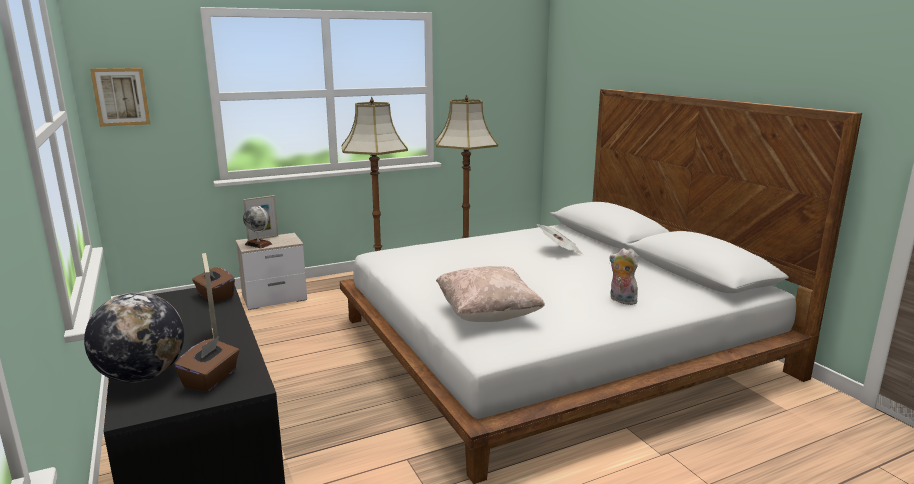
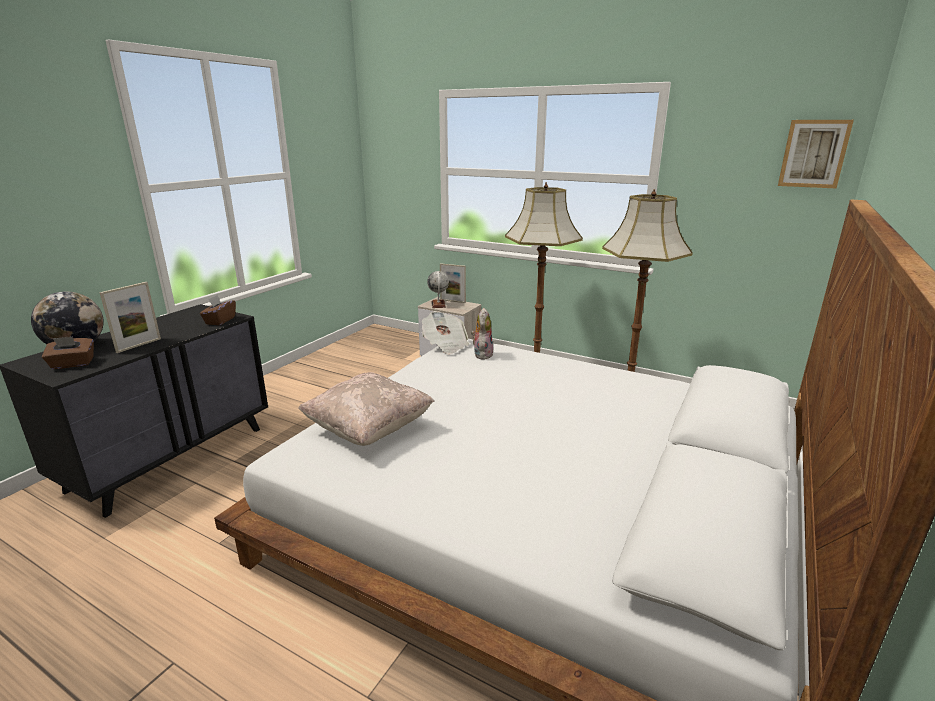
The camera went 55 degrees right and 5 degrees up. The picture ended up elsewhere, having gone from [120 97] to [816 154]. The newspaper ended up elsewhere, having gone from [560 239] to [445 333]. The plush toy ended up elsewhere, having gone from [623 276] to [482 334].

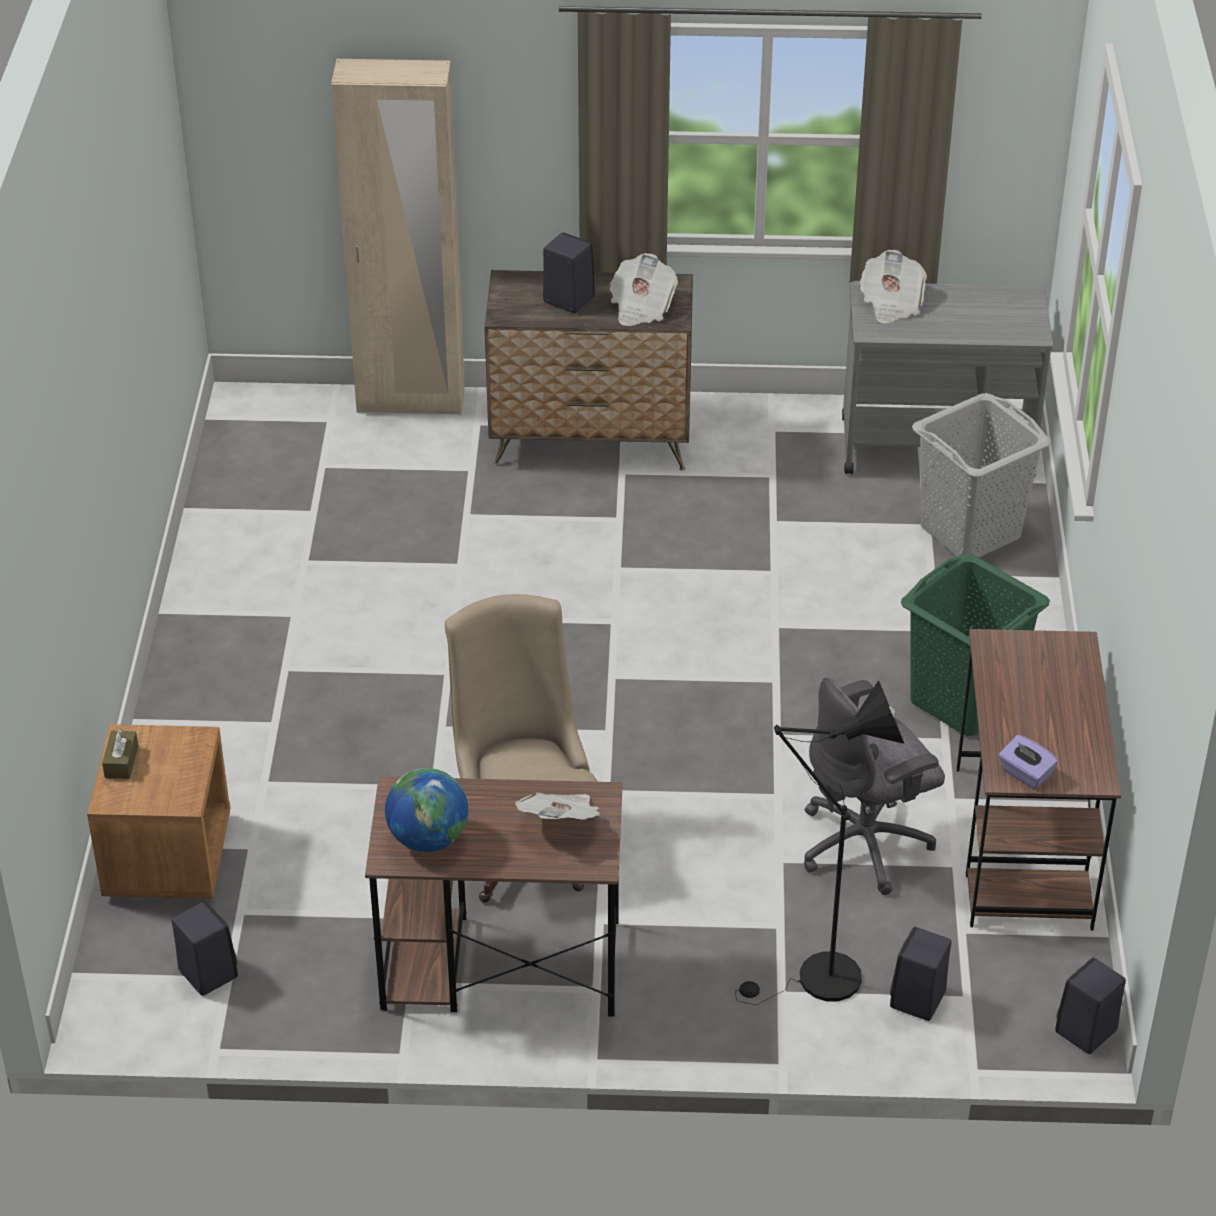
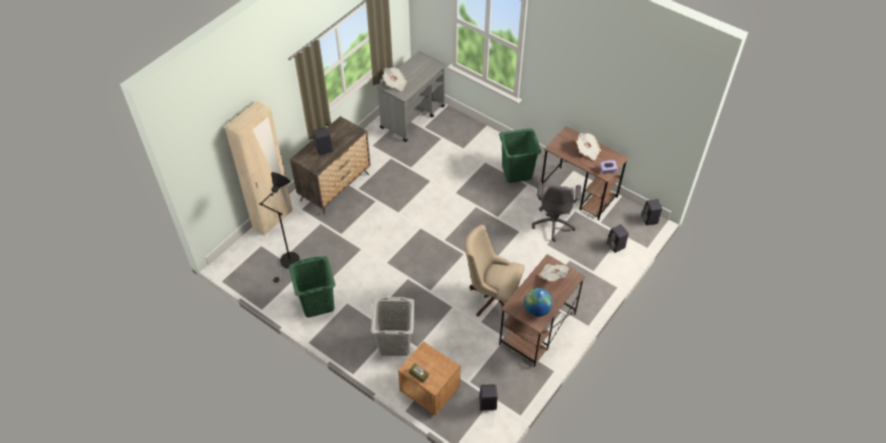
The camera went 55 degrees left and 10 degrees up. The newspaper ended up elsewhere, having gone from [643 289] to [588 146]. The grey laundry basket ended up elsewhere, having gone from [981 475] to [393 326]. The black floor lamp ended up elsewhere, having gone from [819 842] to [279 228]. The second view gained the green laundry basket at [312 287].

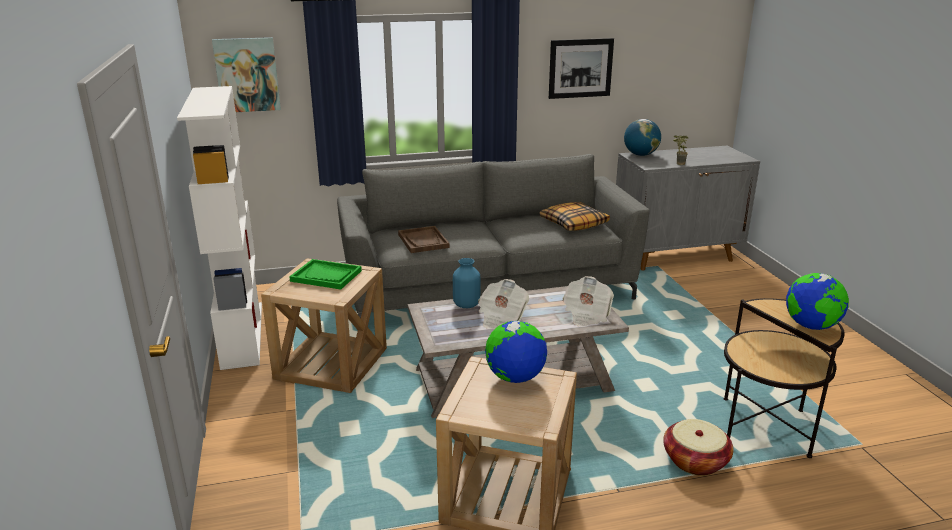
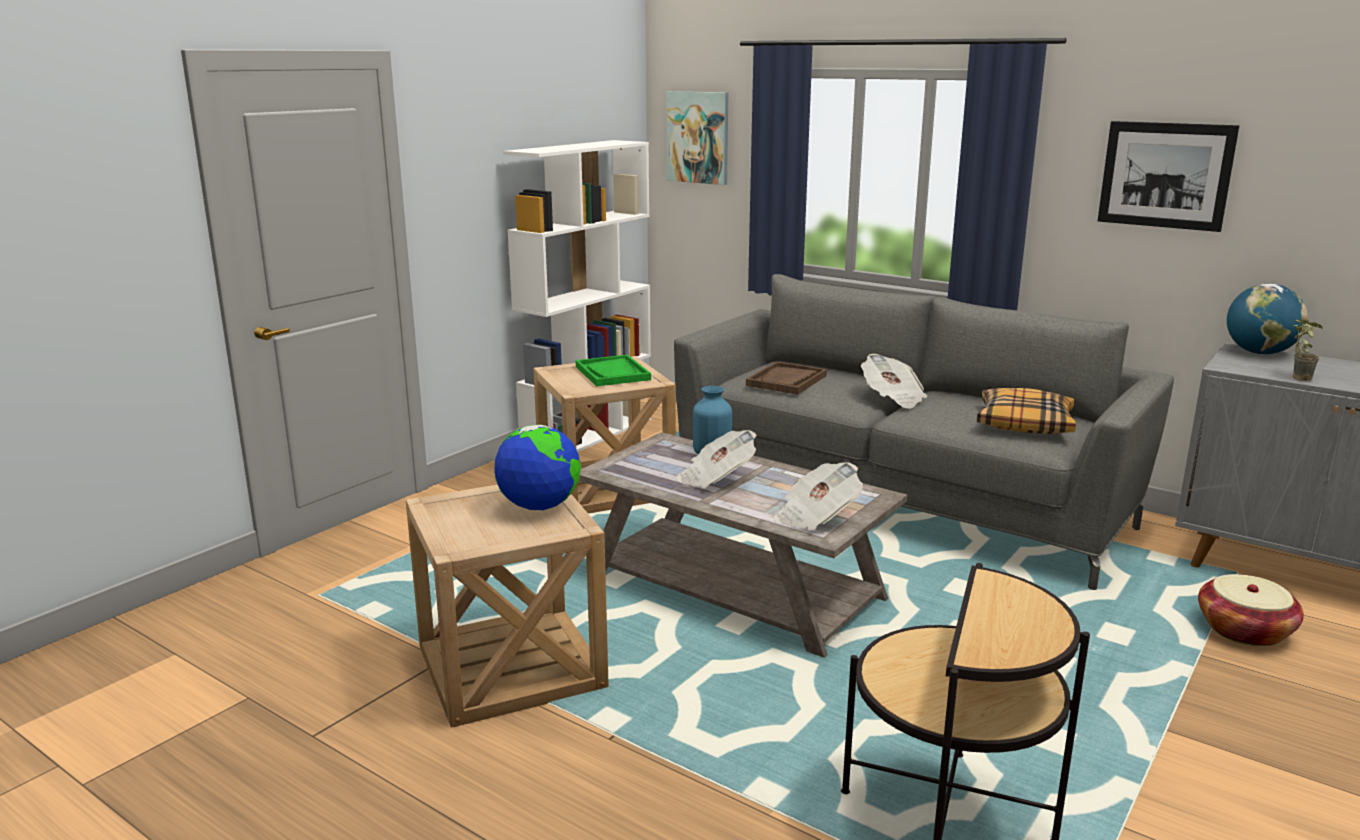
The camera went 50 degrees right and 5 degrees down. The second view lost the globe at [817 301]. The basket ended up elsewhere, having gone from [698 447] to [1251 610]. The second view gained the newspaper at [894 381].

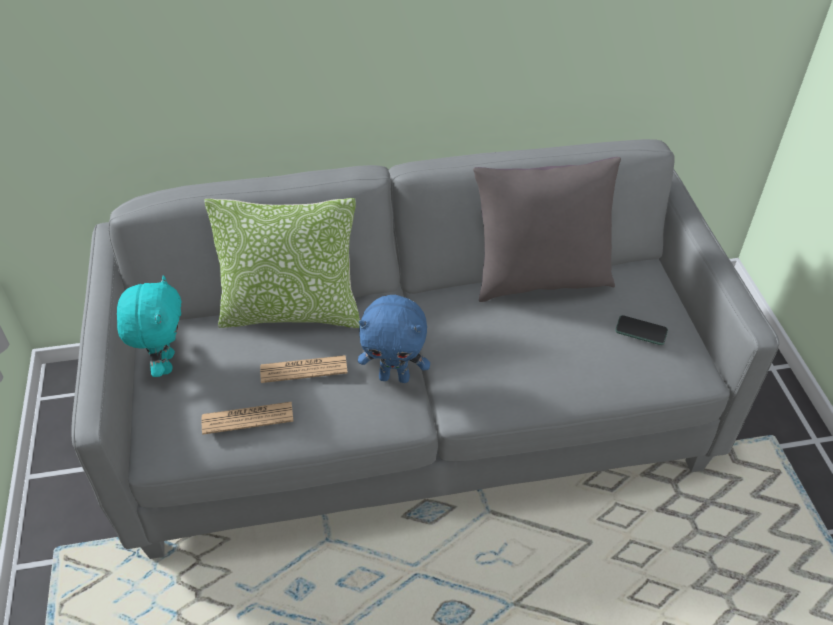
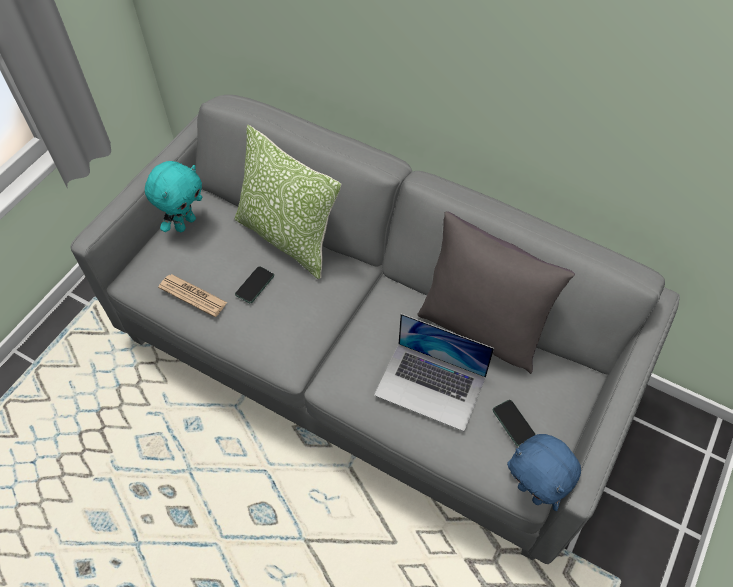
The camera went 40 degrees right and 10 degrees up. The blue plush toy ended up elsewhere, having gone from [394 339] to [544 472]. Where the newspaper stood at [304 369], the phone came to stand at [254 284]. The second view gained the laptop at [434 372].

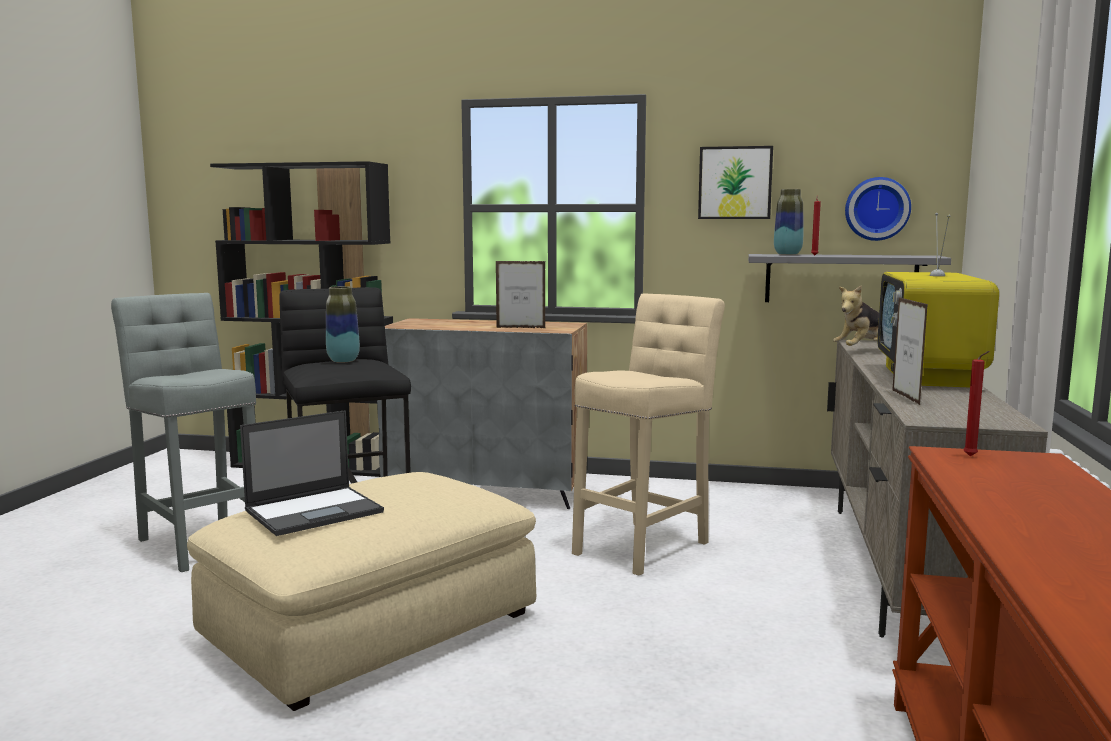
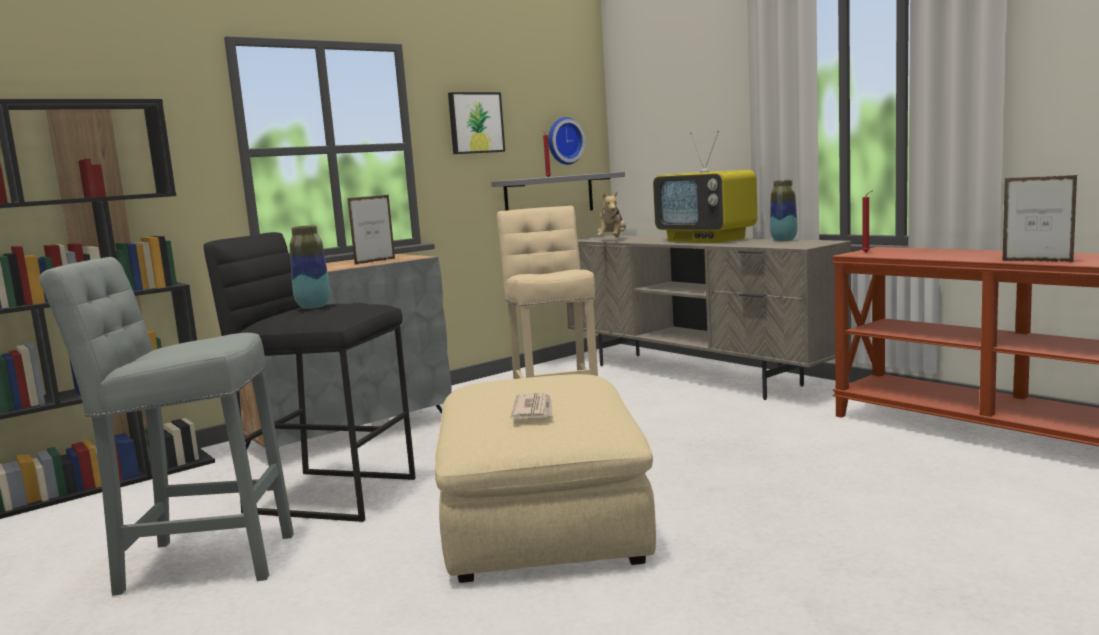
The camera went 50 degrees left and 0 degrees up. The vase ended up elsewhere, having gone from [788 222] to [784 210]. The picture frame ended up elsewhere, having gone from [910 351] to [1040 218]. Where the laptop stood at [312 473], the newspaper came to stand at [532 406].

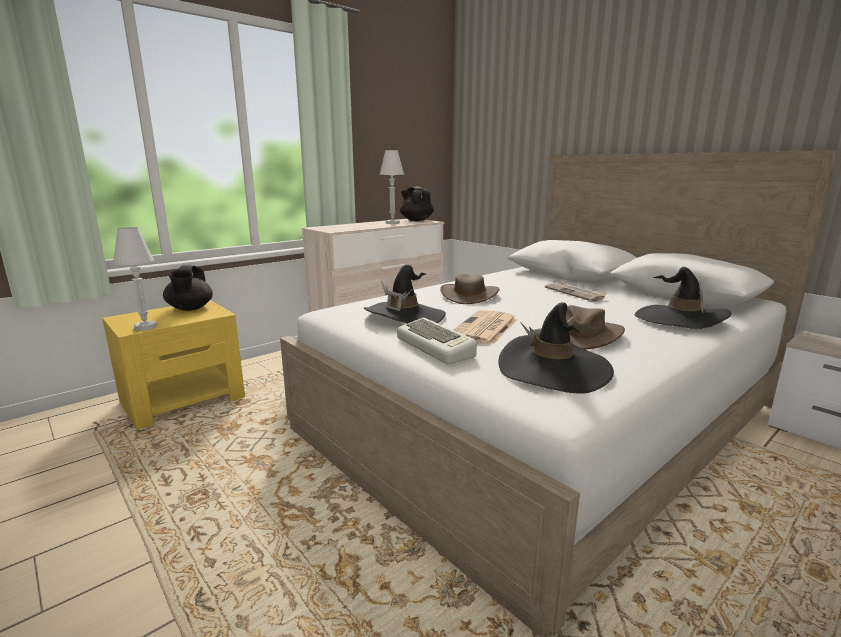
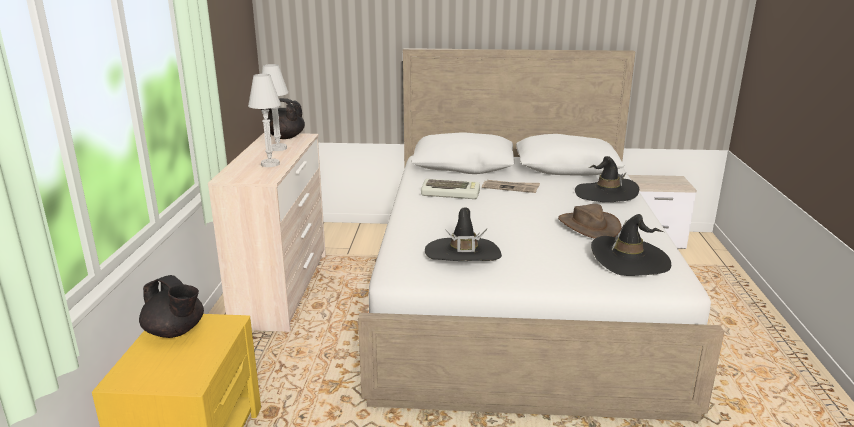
The camera went 45 degrees left and 5 degrees up. The white table lamp ended up elsewhere, having gone from [135 279] to [264 120]. The second view lost the brown hat at [469 289]. The second view lost the newspaper at [485 327]. The keyboard ended up elsewhere, having gone from [437 341] to [450 189].

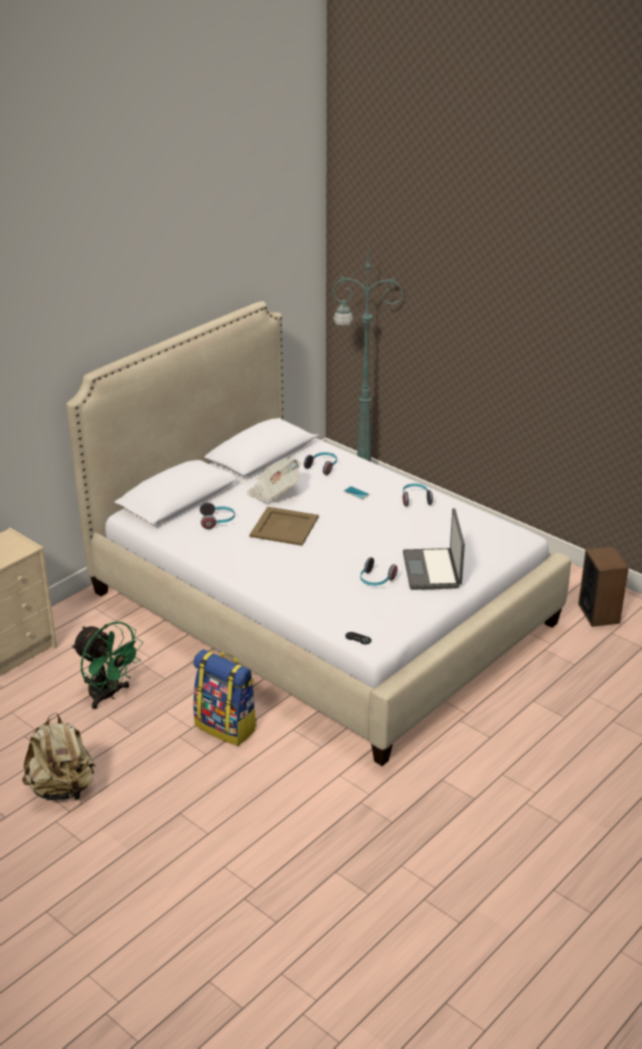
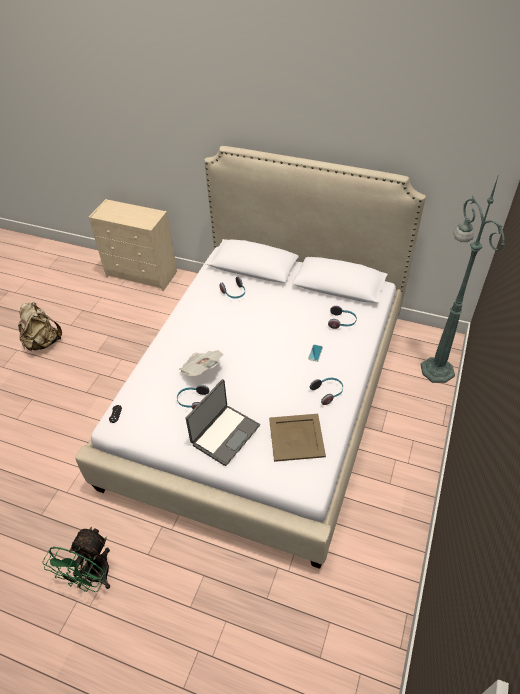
The camera went 70 degrees right and 15 degrees up. The newspaper ended up elsewhere, having gone from [274 480] to [201 363]. The beige tray ended up elsewhere, having gone from [284 526] to [297 438]. The laptop at [434 549] ended up facing another way, 150 degrees clockwise from before. The second view lost the speaker at [603 586]. The green fan ended up elsewhere, having gone from [107 665] to [76 559]. The second view lost the backpack at [225 697].

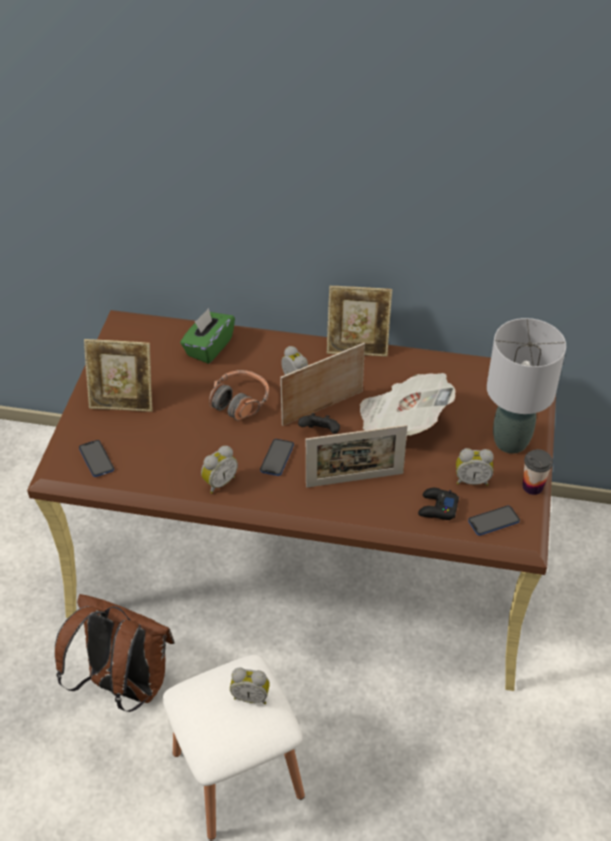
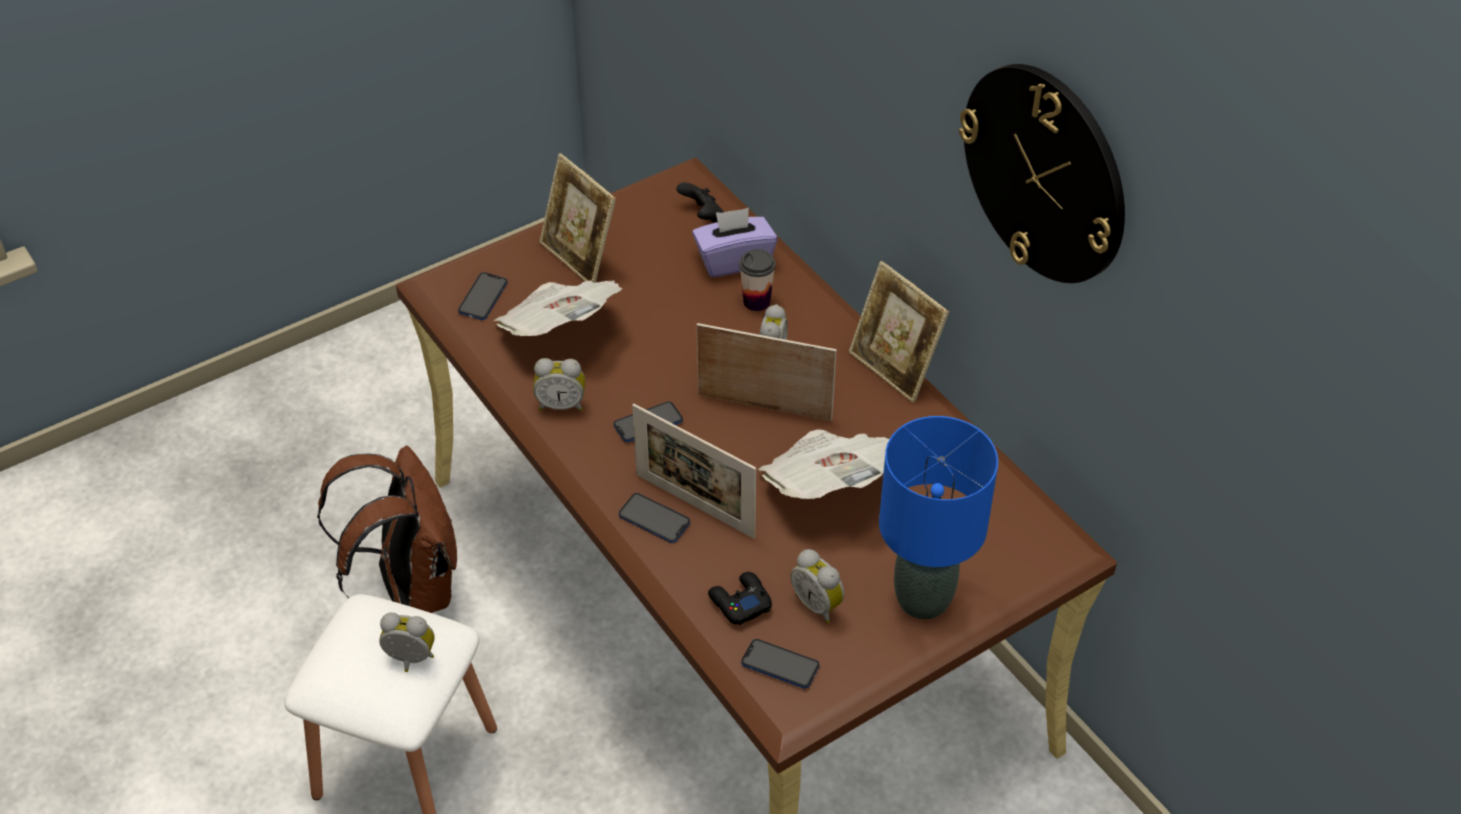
The camera went 45 degrees right and 0 degrees up. What was the green tissue box at [207 336] turned into the purple tissue box at [734 242]. What was the grey table lamp at [526 386] turned into the blue table lamp at [938 517]. The second view lost the headphones at [239 395]. The black game controller ended up elsewhere, having gone from [319 423] to [699 202]. The cup ended up elsewhere, having gone from [538 472] to [757 280]. The alarm clock at [250 685] ended up facing another way, 135 degrees clockwise from before. The second view gained the wall clock at [1042 173]. The second view gained the newspaper at [558 308]. The second view gained the phone at [654 518].

